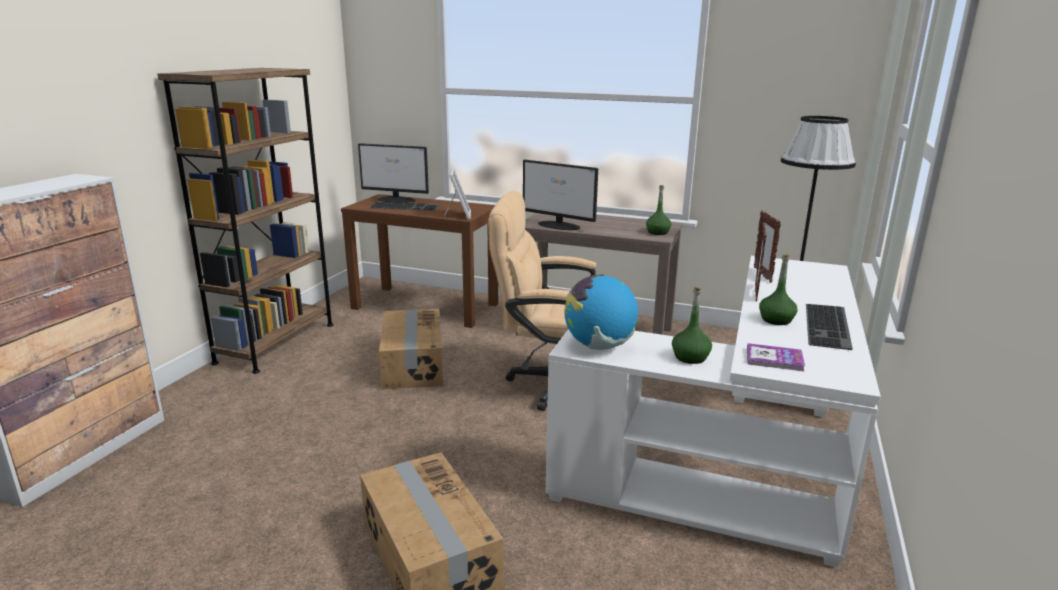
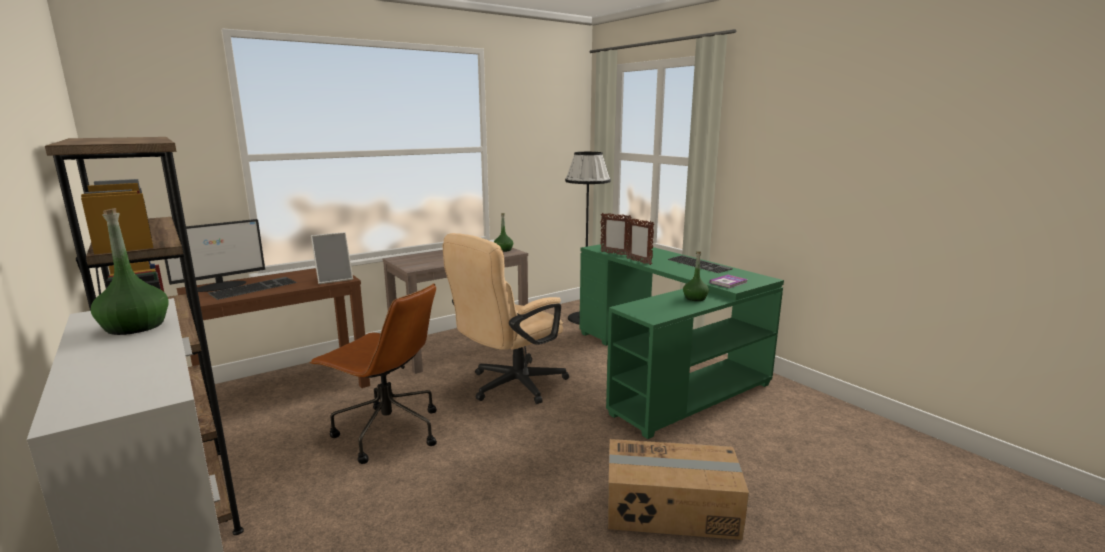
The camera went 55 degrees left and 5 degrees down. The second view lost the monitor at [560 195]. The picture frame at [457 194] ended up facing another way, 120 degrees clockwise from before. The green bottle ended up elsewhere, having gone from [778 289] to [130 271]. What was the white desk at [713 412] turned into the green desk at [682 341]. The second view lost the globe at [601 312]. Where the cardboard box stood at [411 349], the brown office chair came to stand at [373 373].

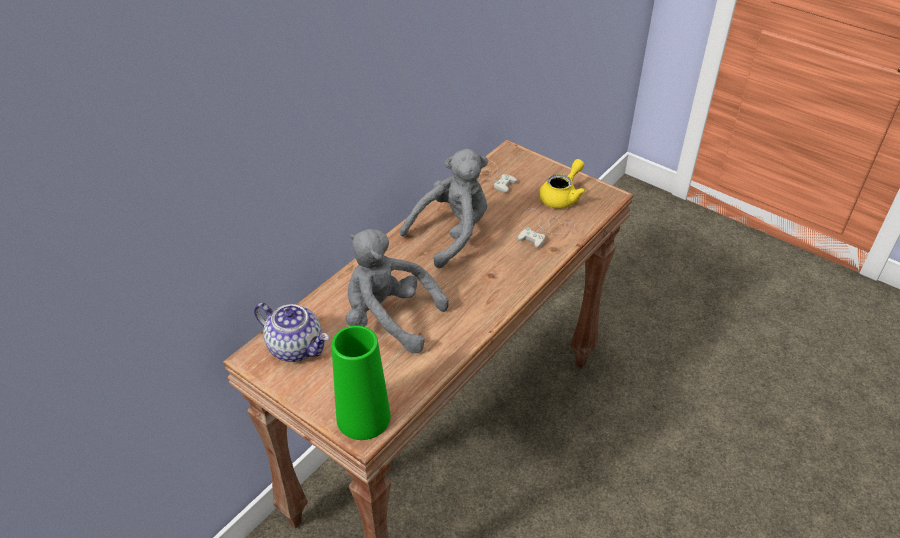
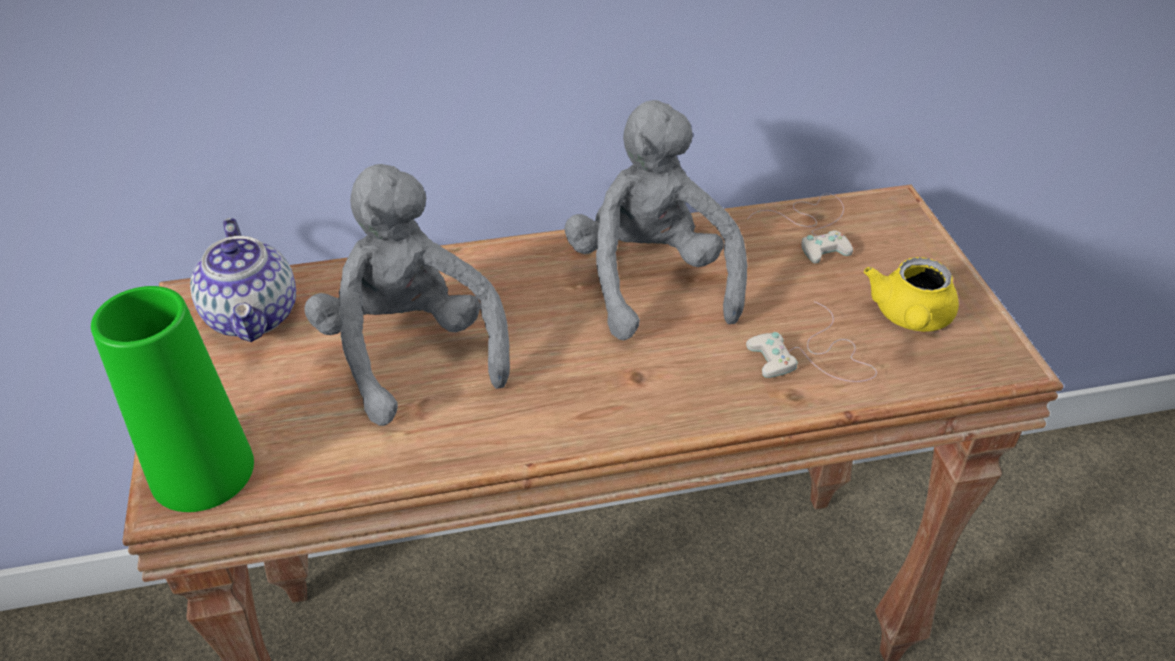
The camera went 40 degrees right and 0 degrees up. The grey plush toy at [443 208] ended up facing another way, 105 degrees counterclockwise from before. The yellow teapot at [562 184] ended up facing another way, 120 degrees clockwise from before.

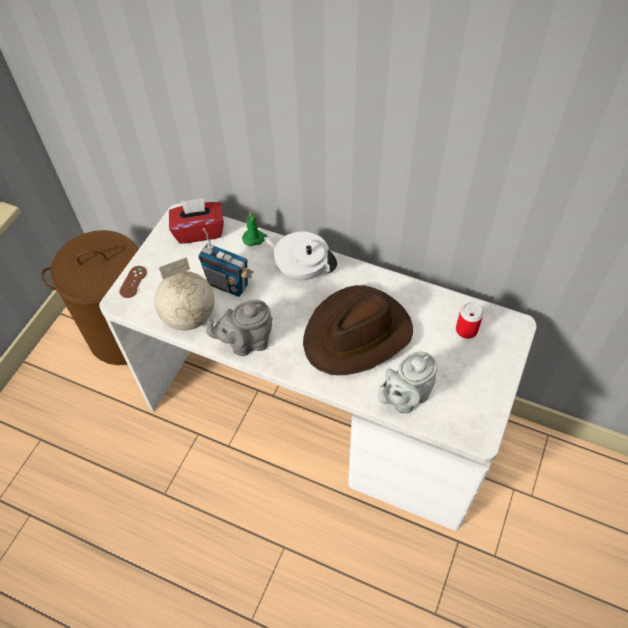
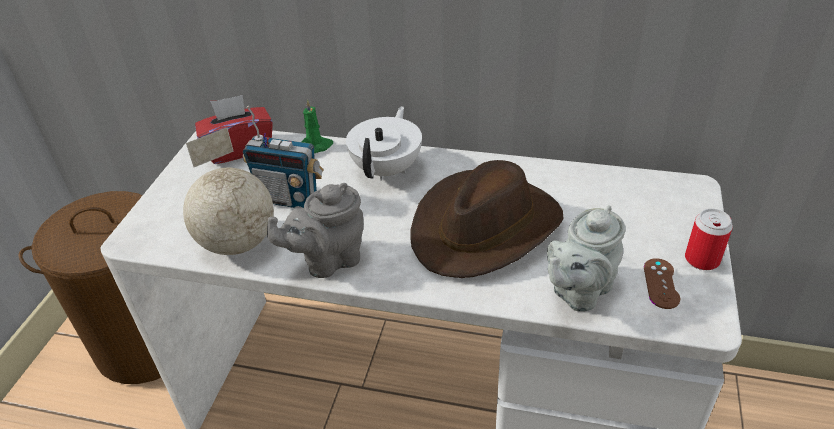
The camera went 10 degrees left and 15 degrees down. The white teapot at [300 255] ended up facing another way, 90 degrees clockwise from before. The brown game controller ended up elsewhere, having gone from [133 282] to [662 283]. The can ended up elsewhere, having gone from [469 320] to [709 239].

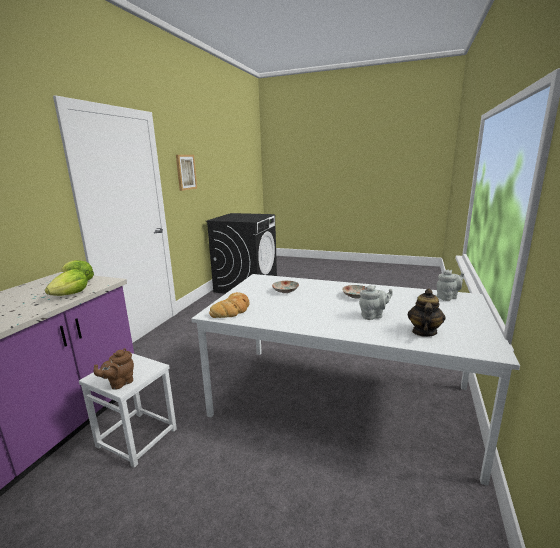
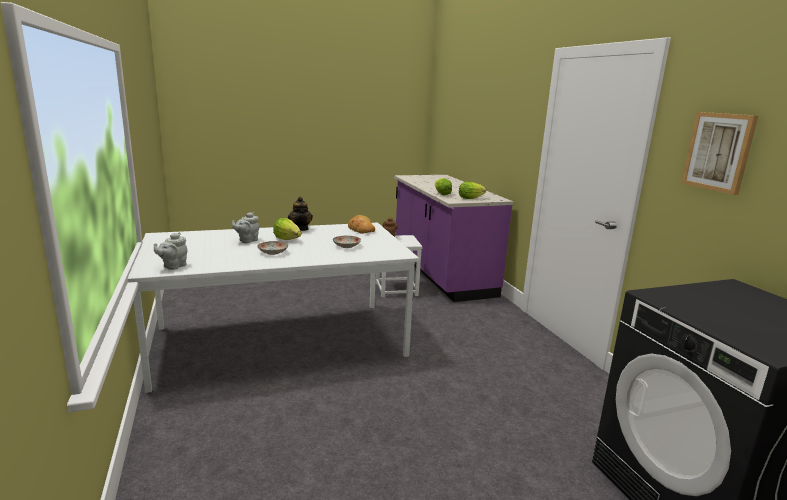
The camera went 140 degrees right and 0 degrees up. The teapot ended up elsewhere, having gone from [427 313] to [300 214]. The second view gained the lettuce at [287 229].

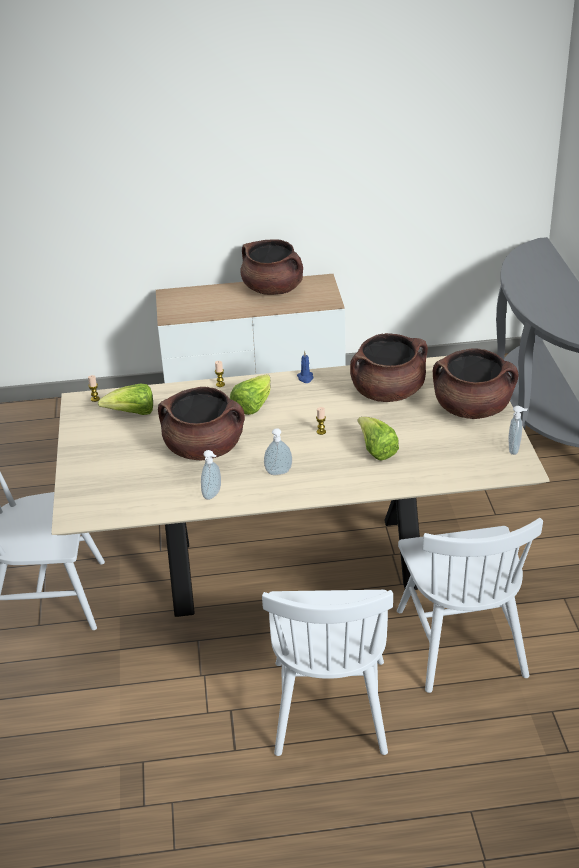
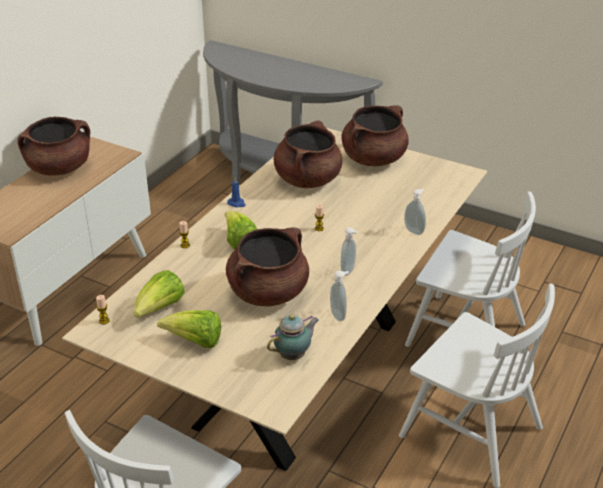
The camera went 55 degrees left and 0 degrees up. The soap dispenser ended up elsewhere, having gone from [518 430] to [415 211]. The lettuce ended up elsewhere, having gone from [378 439] to [189 329]. The second view gained the teapot at [293 337].

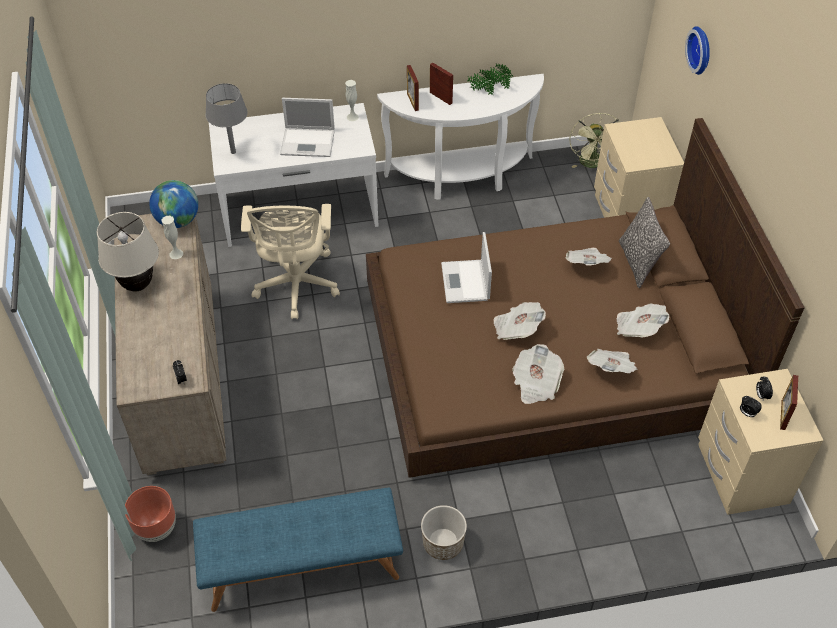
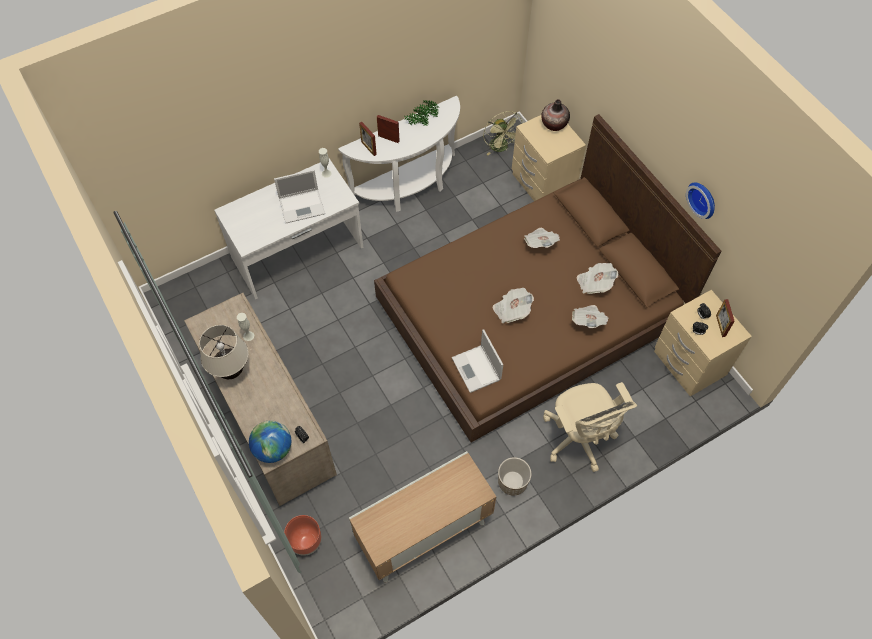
The camera went 20 degrees left and 10 degrees up. The wall clock ended up elsewhere, having gone from [697 50] to [700 201]. The second view lost the grey table lamp at [226 118]. The globe ended up elsewhere, having gone from [173 204] to [270 442]. The second view lost the pillow at [644 242]. The beige office chair ended up elsewhere, having gone from [290 261] to [590 427]. The laptop ended up elsewhere, having gone from [466 267] to [477 361]. The second view lost the newspaper at [538 374]. Where the blue bench stood at [298 549], the cabinet came to stand at [422 516]. The second view gained the vase at [555 115].

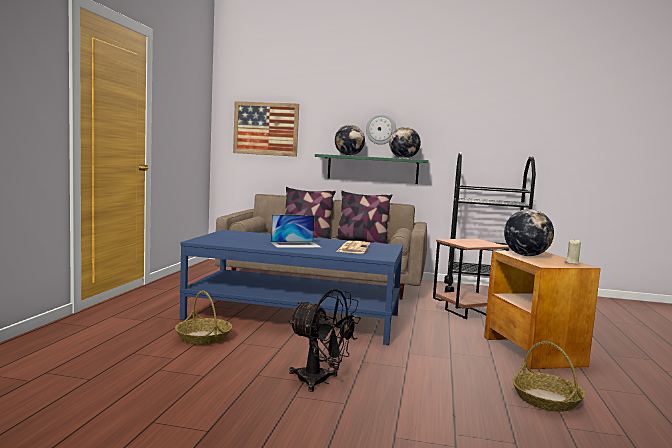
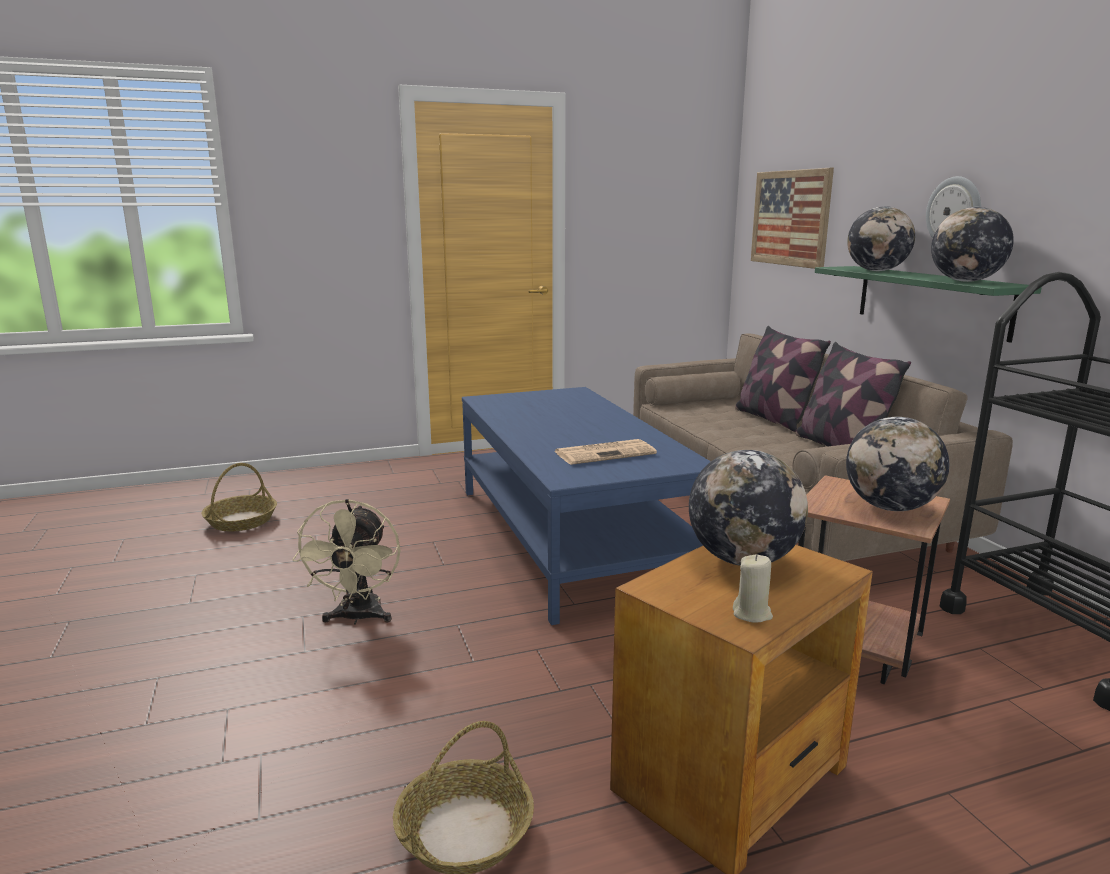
The camera went 60 degrees right and 10 degrees up. The second view lost the laptop at [296 231]. What was the black fan at [324 340] turned into the beige fan at [346 562]. The basket ended up elsewhere, having gone from [203 317] to [239 497]. The second view gained the globe at [897 464].

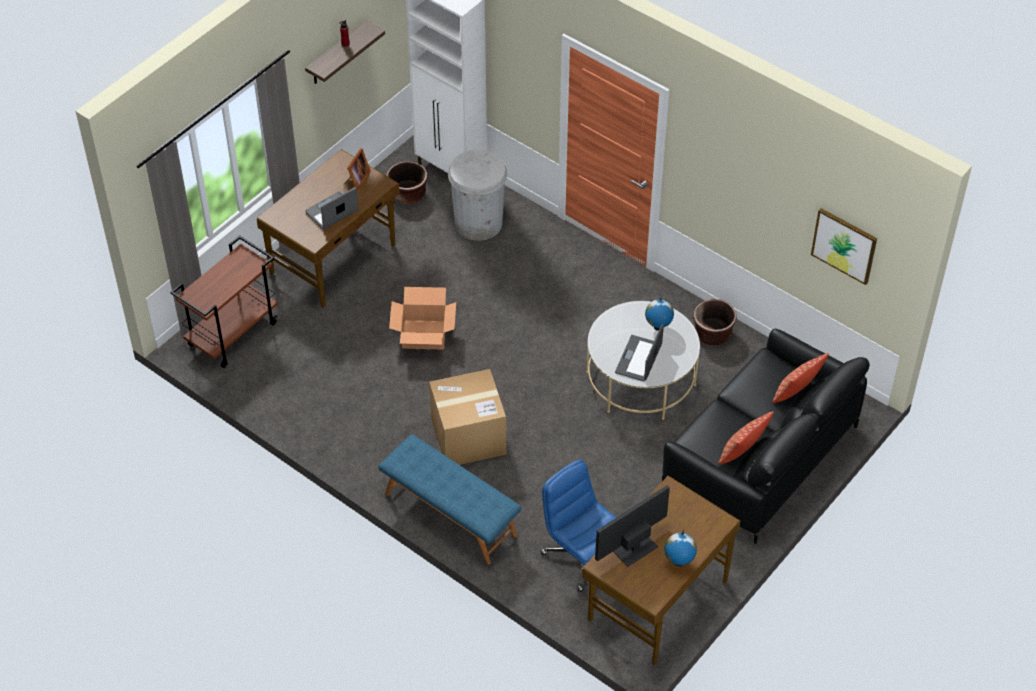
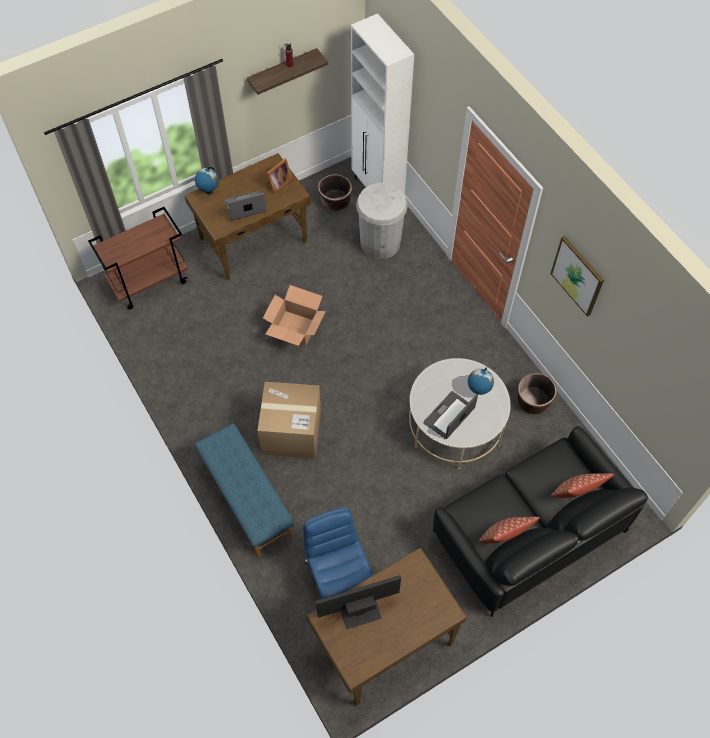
The camera went 20 degrees right and 10 degrees up. The picture ended up elsewhere, having gone from [844 246] to [577 276]. The globe ended up elsewhere, having gone from [680 548] to [207 180].

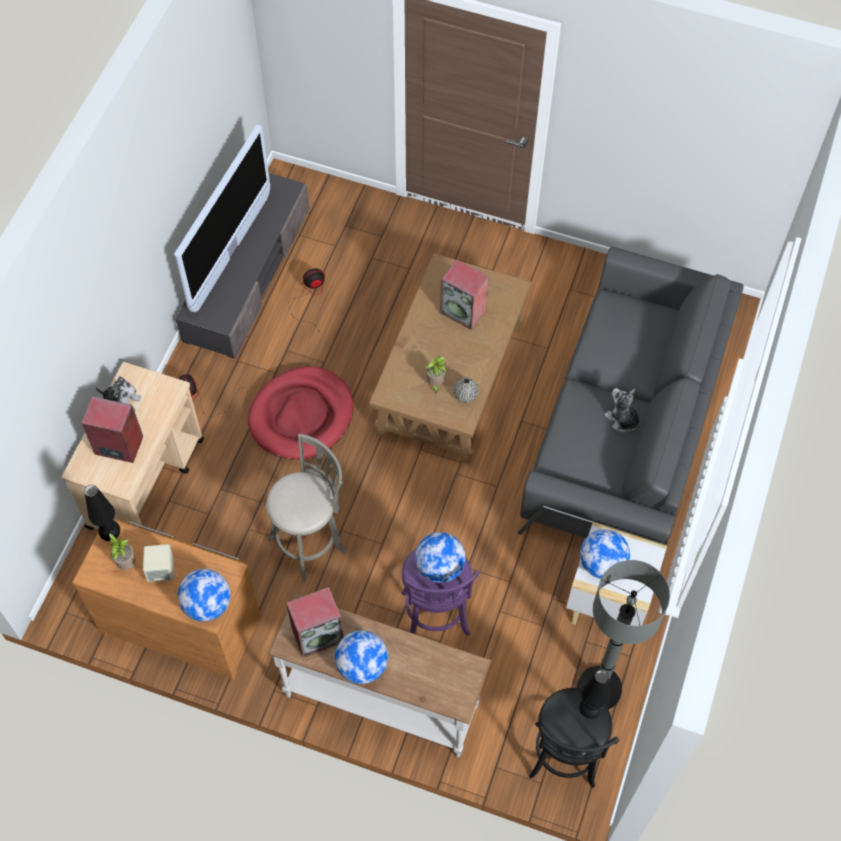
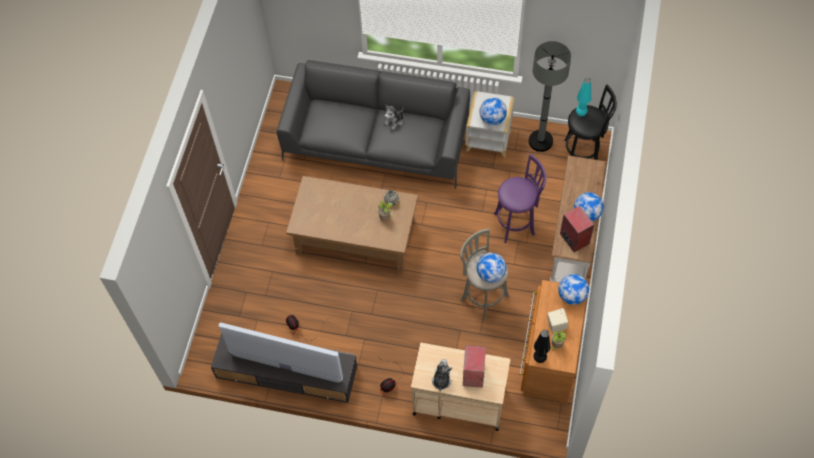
The camera went 95 degrees left and 0 degrees up. The second view lost the speaker at [464 294]. The second view lost the red dog bed at [301 413]. The globe ended up elsewhere, having gone from [440 557] to [492 268]. What was the black table lamp at [594 694] turned into the turquoise table lamp at [583 97].

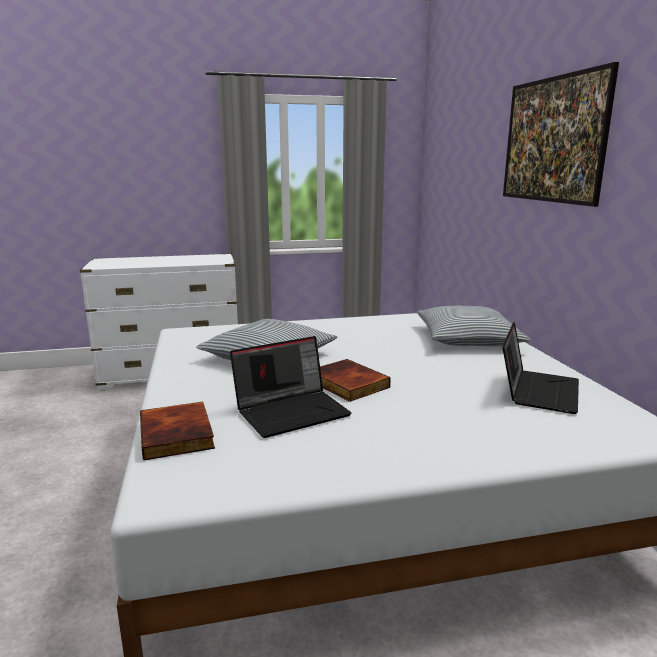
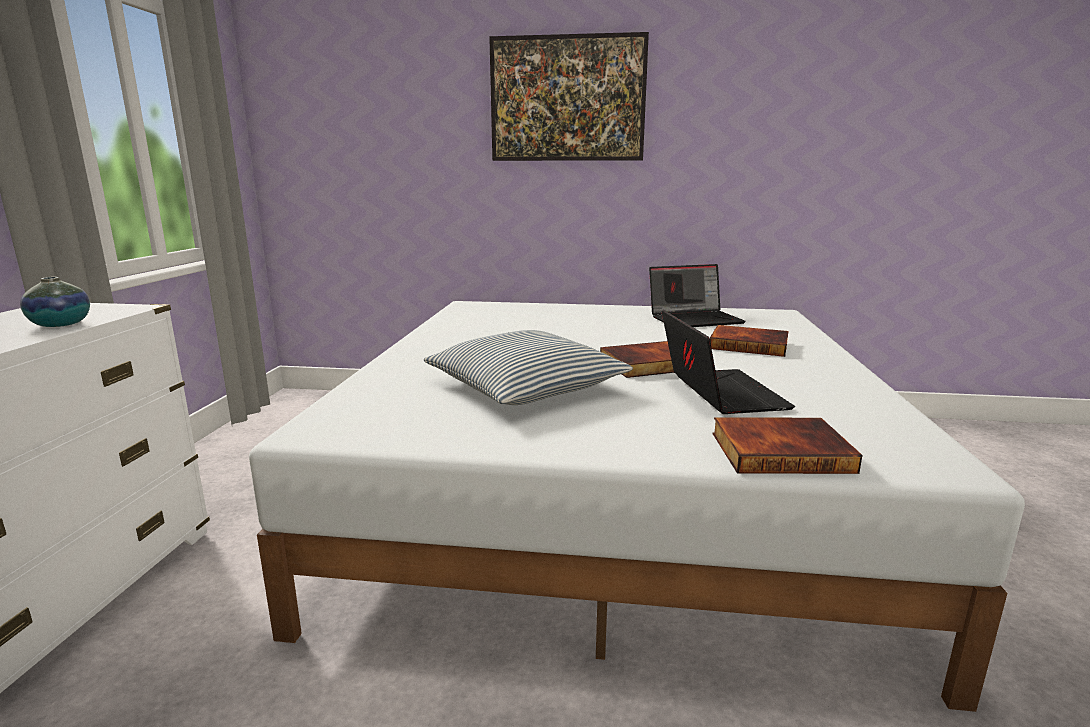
The camera went 70 degrees left and 0 degrees up. The second view lost the pillow at [474 326]. The laptop at [540 368] ended up facing another way, 120 degrees clockwise from before. The second view gained the vase at [55 302]. The second view gained the book at [749 341].

